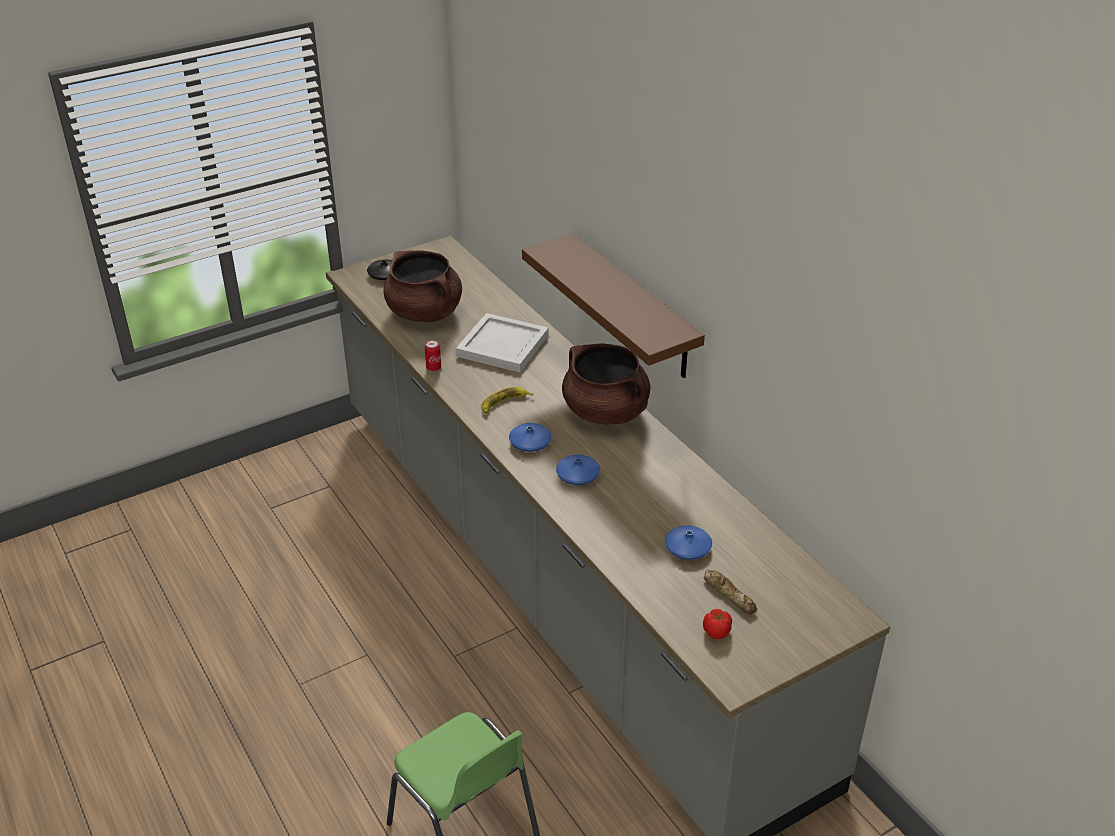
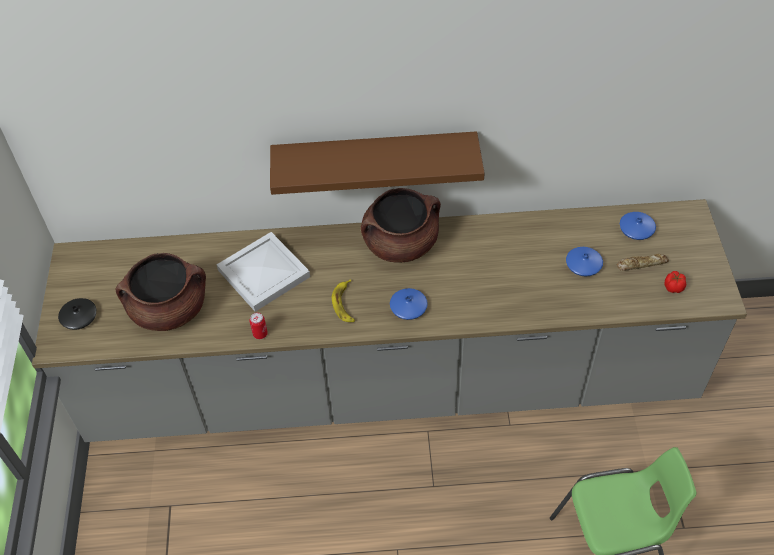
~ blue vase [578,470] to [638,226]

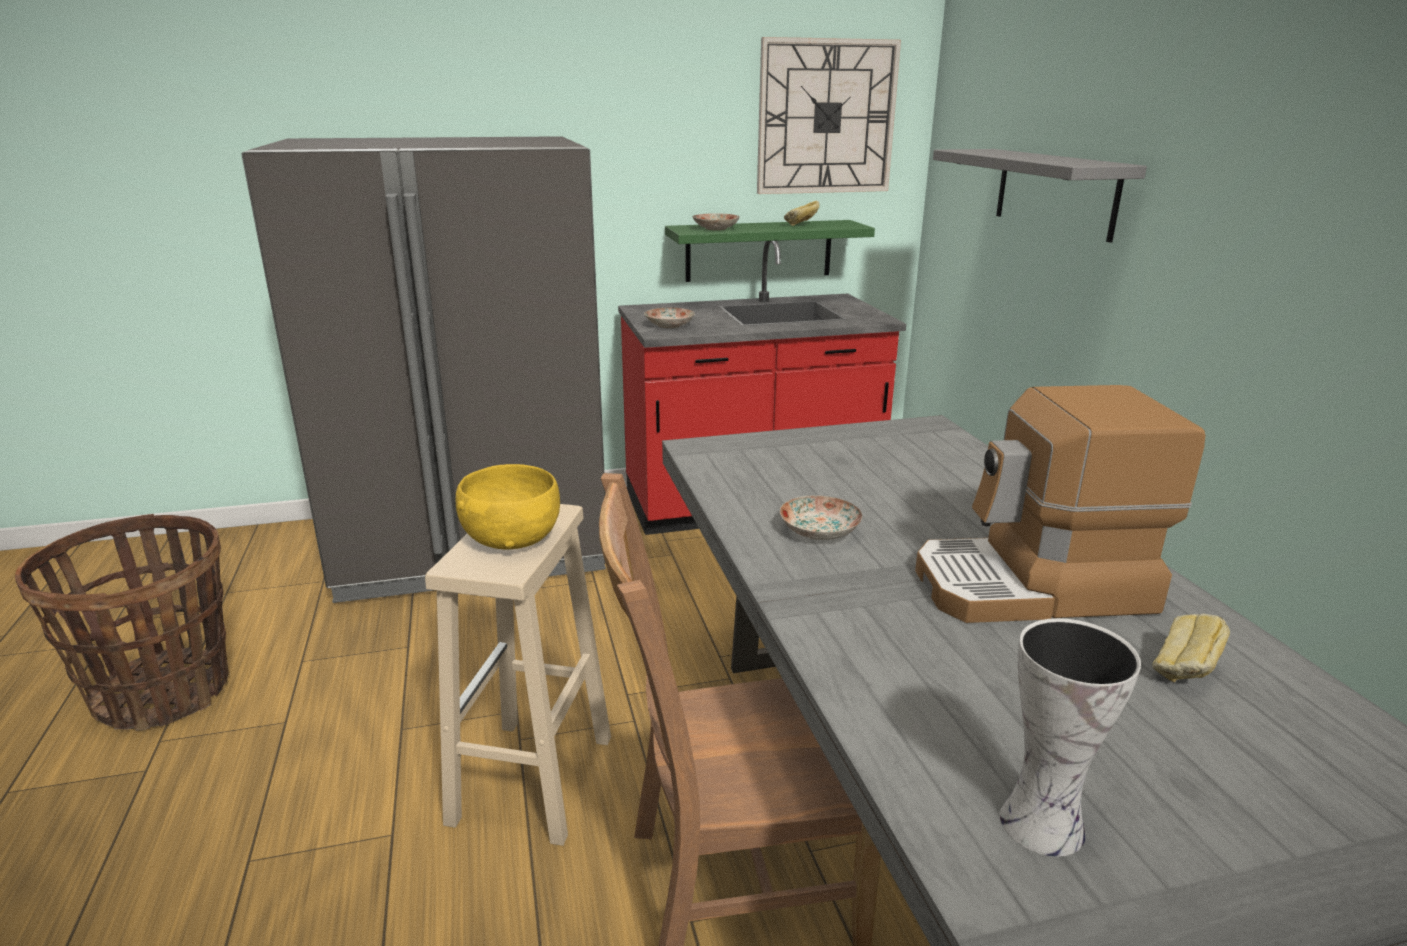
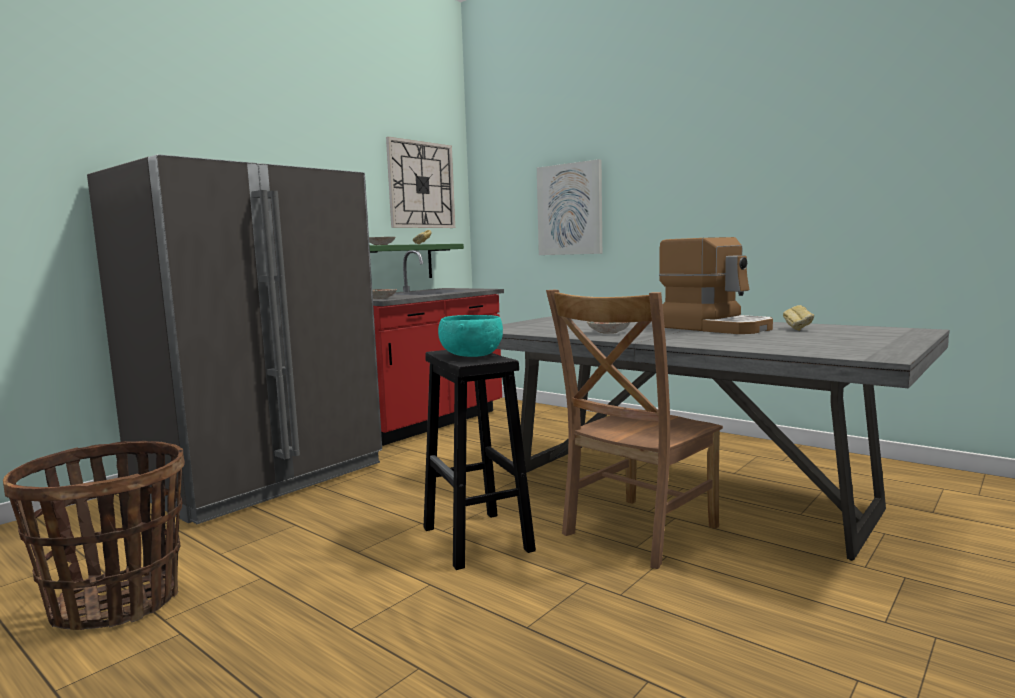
- vase [1070,737]
~ grey shelf [1040,196] to picture [569,207]
~ beige stool [518,675] to black stool [479,460]
~ yellow bowl [508,507] to turquoise bowl [470,336]
~ coffee machine [1060,504] = [716,285] 90 degrees counterclockwise

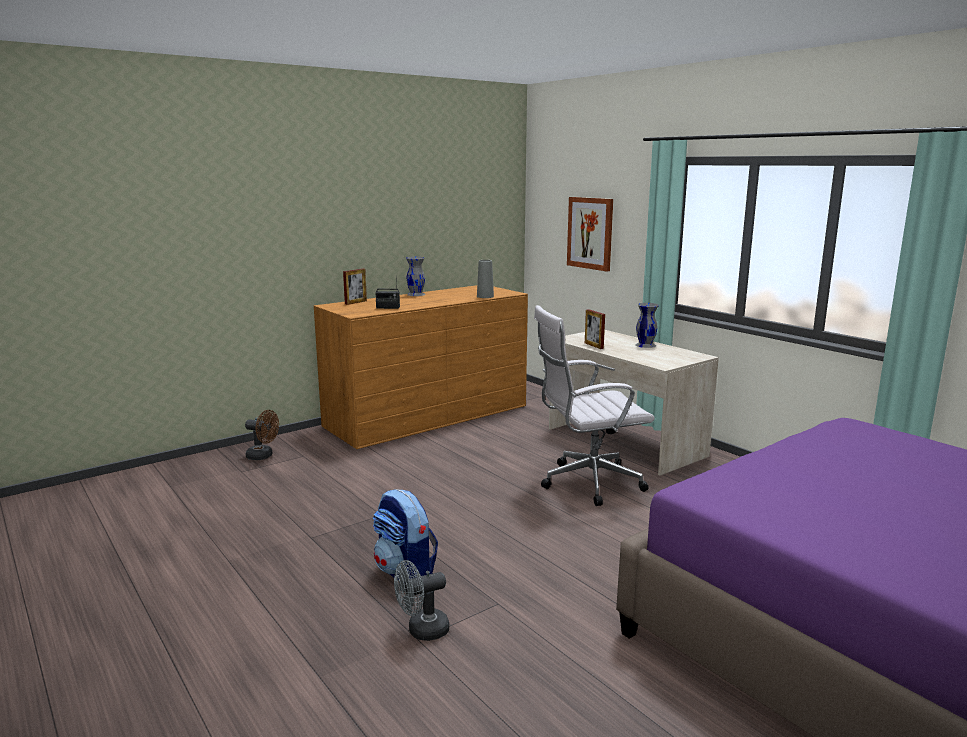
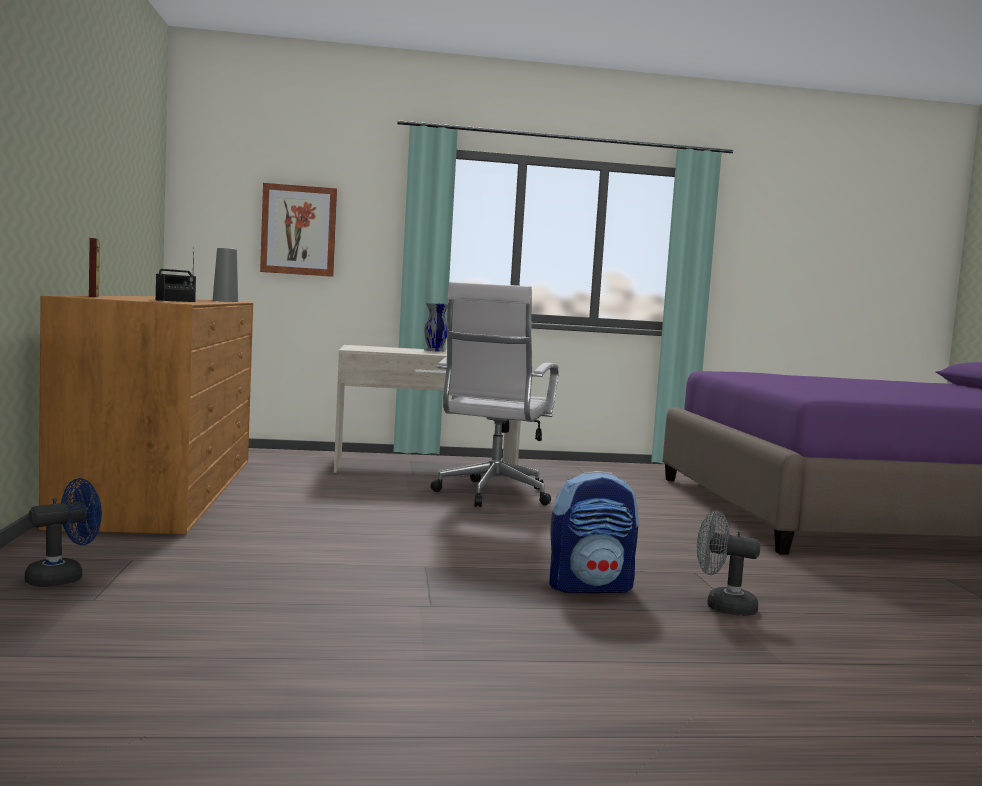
- grey vase [415,276]
- picture frame [595,329]
~ brown fan [262,435] to blue fan [63,532]
~ grey fan [421,600] = [729,563] 105 degrees clockwise

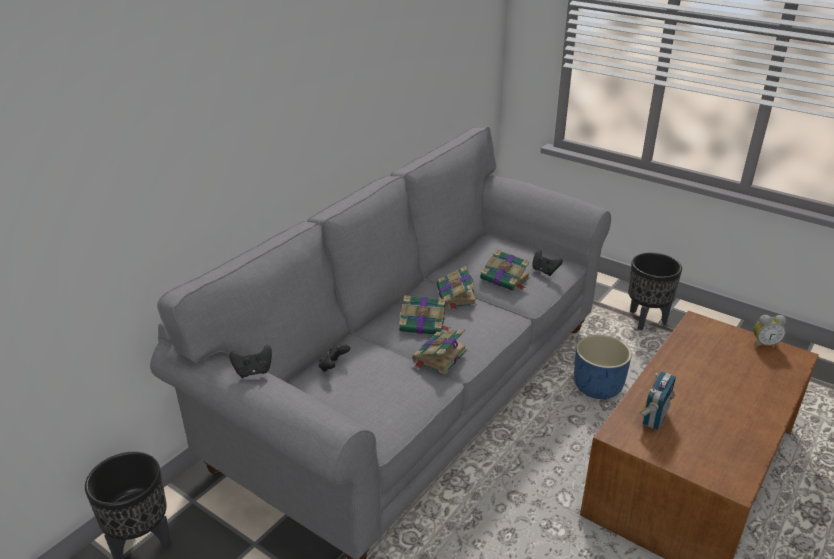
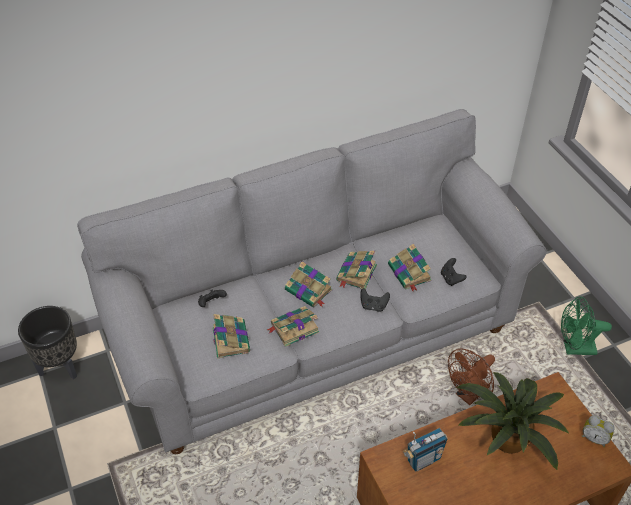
+ book [231,336]
+ potted plant [512,421]
~ black game controller [250,361] to [375,300]
~ blue planter [603,367] to brown fan [471,376]
~ black planter [655,292] to green fan [586,325]

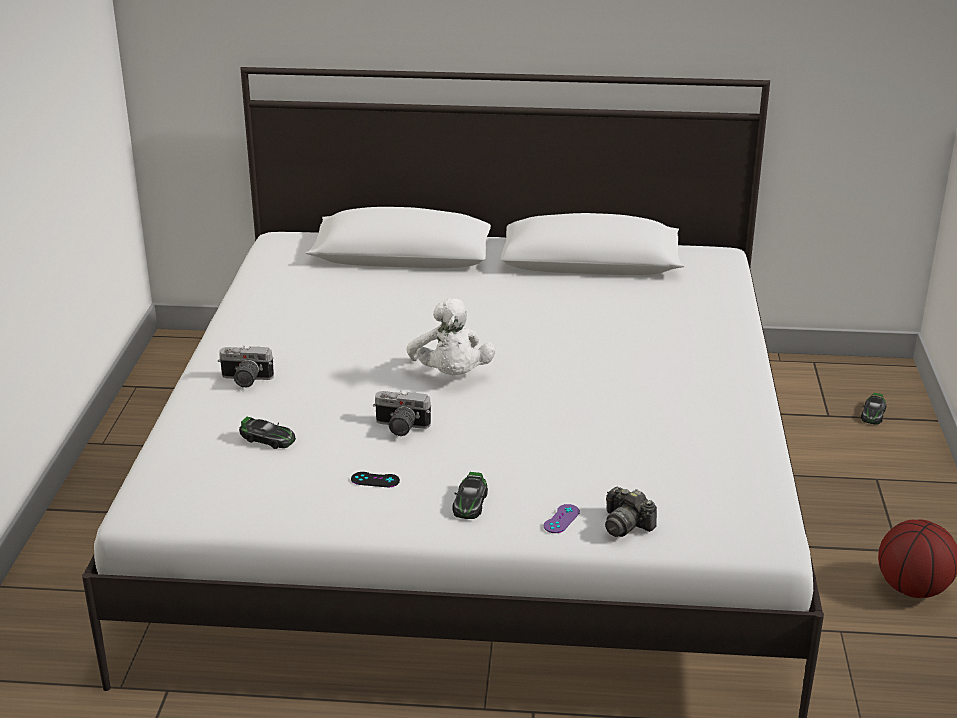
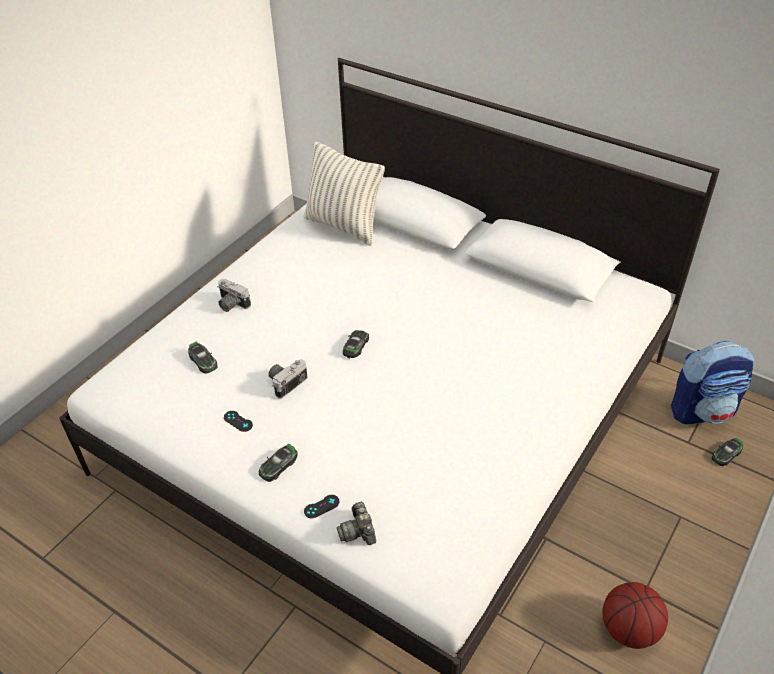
+ pillow [344,193]
+ backpack [712,382]
~ white plush toy [450,337] to toy car [356,344]
~ purple game controller [562,518] to black game controller [321,507]
~ photo camera [402,413] = [288,379] 90 degrees clockwise

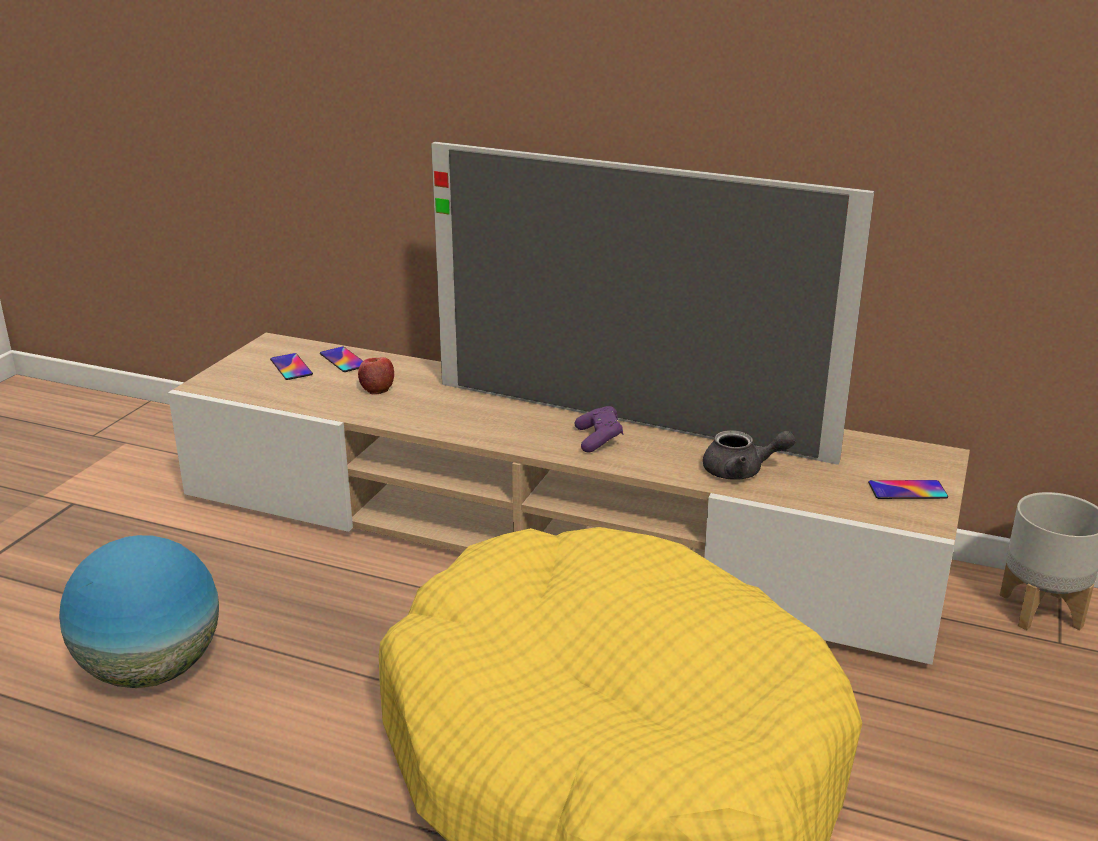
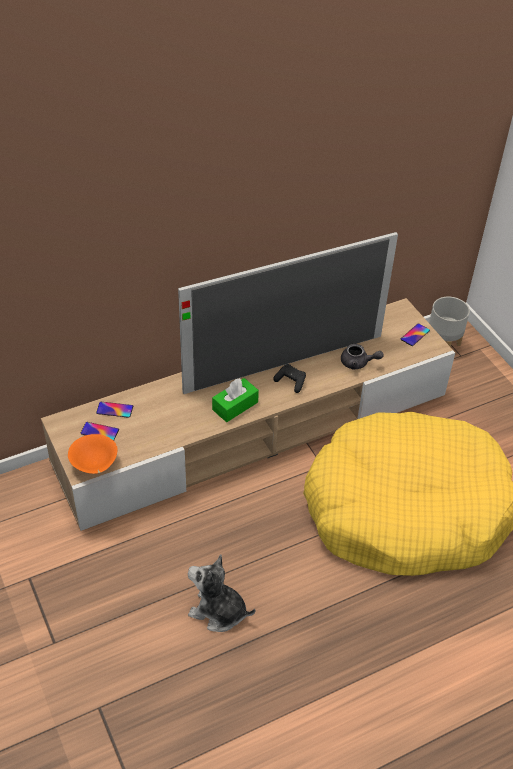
- apple [376,376]
+ orange bowl [93,454]
+ green tissue box [235,400]
~ globe [139,611] to plush toy [221,593]
~ purple game controller [599,429] to black game controller [290,378]
~ grey teapot [749,455] = [362,357] 60 degrees clockwise

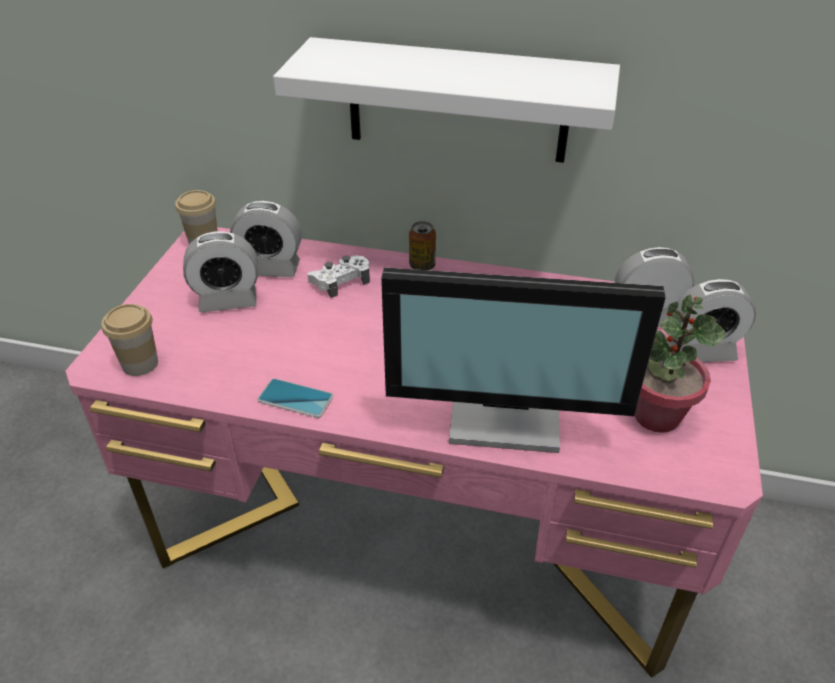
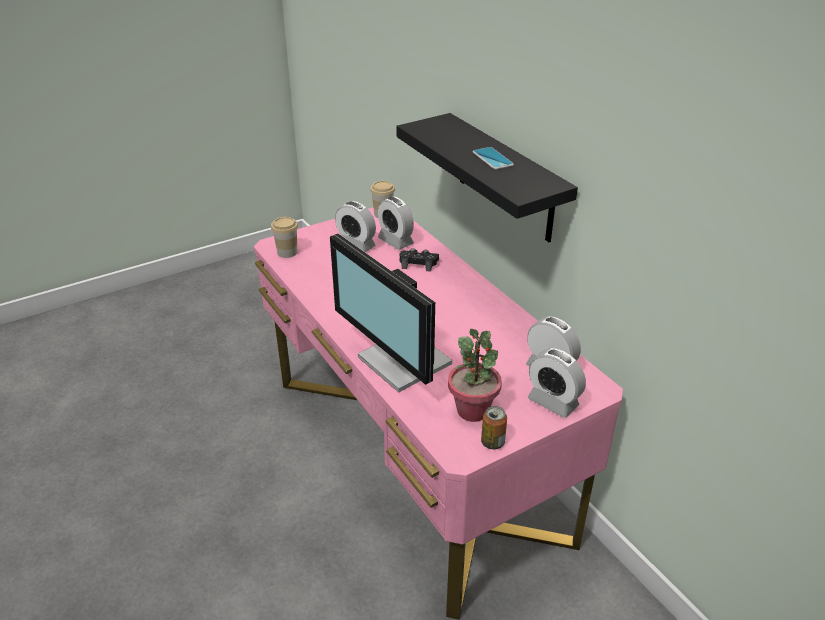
~ phone [295,398] to [493,158]
~ can [422,245] to [494,428]
~ white shelf [446,100] to black shelf [487,177]
~ white game controller [338,276] to black game controller [419,260]

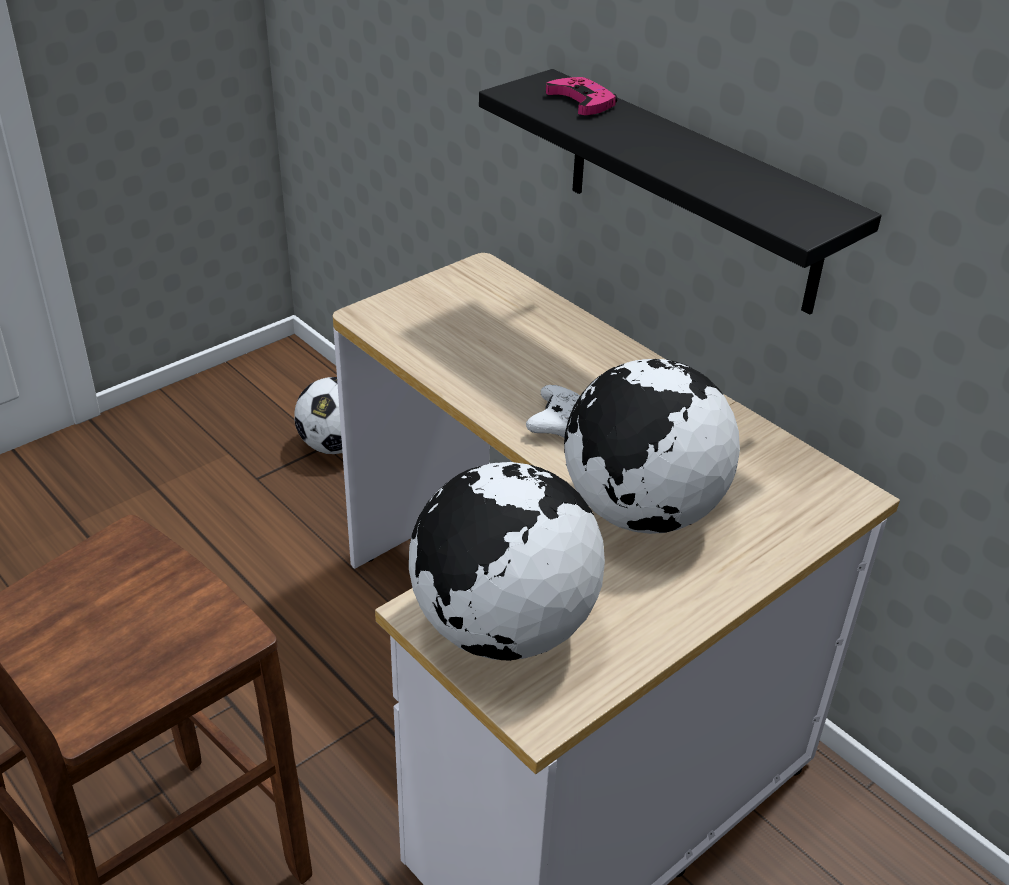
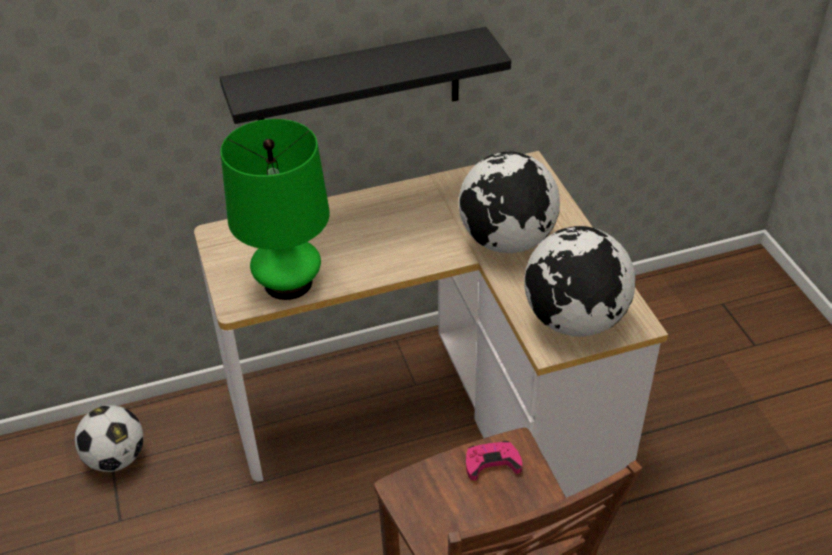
- white game controller [553,411]
+ green table lamp [275,209]
~ pink game controller [581,96] to [494,460]

